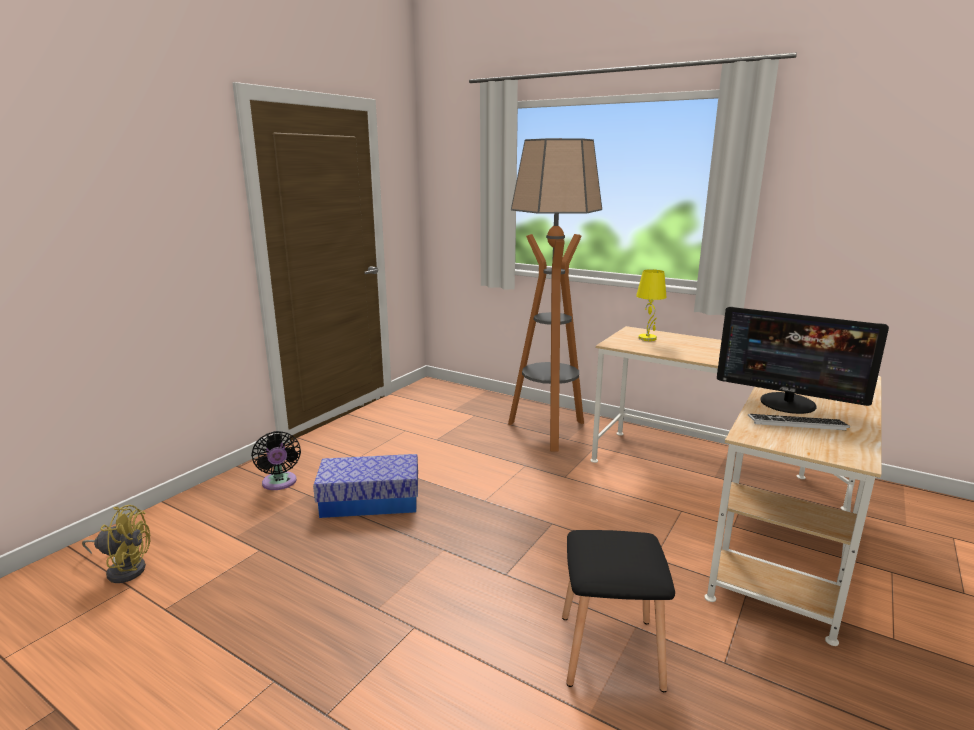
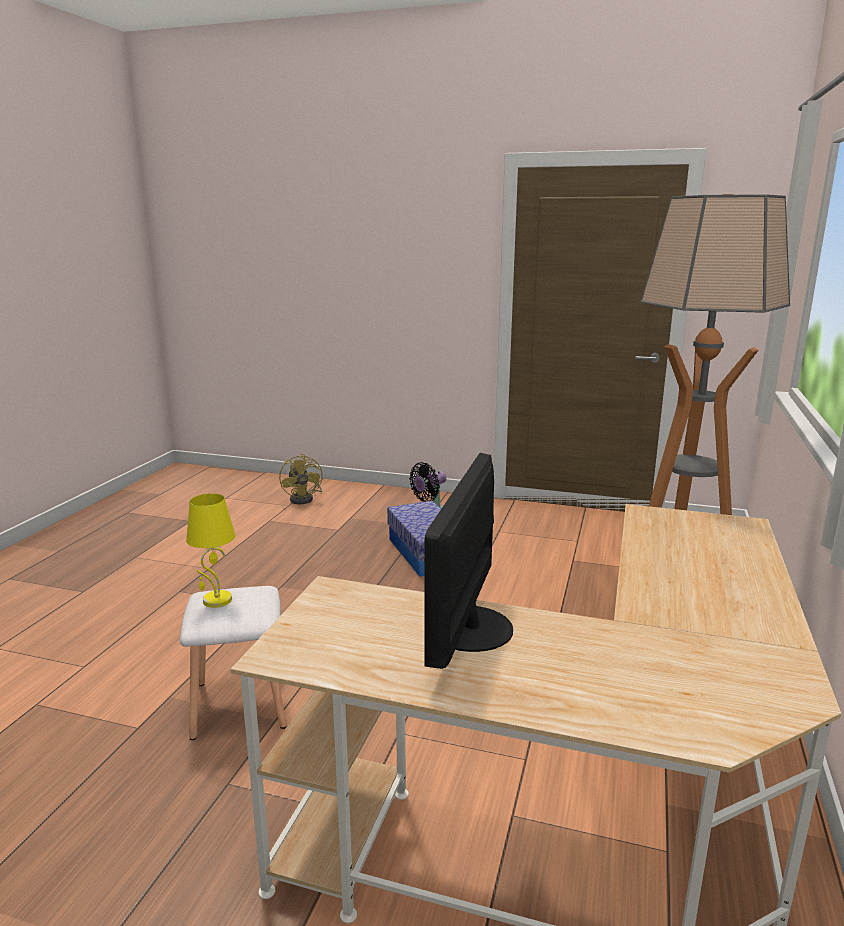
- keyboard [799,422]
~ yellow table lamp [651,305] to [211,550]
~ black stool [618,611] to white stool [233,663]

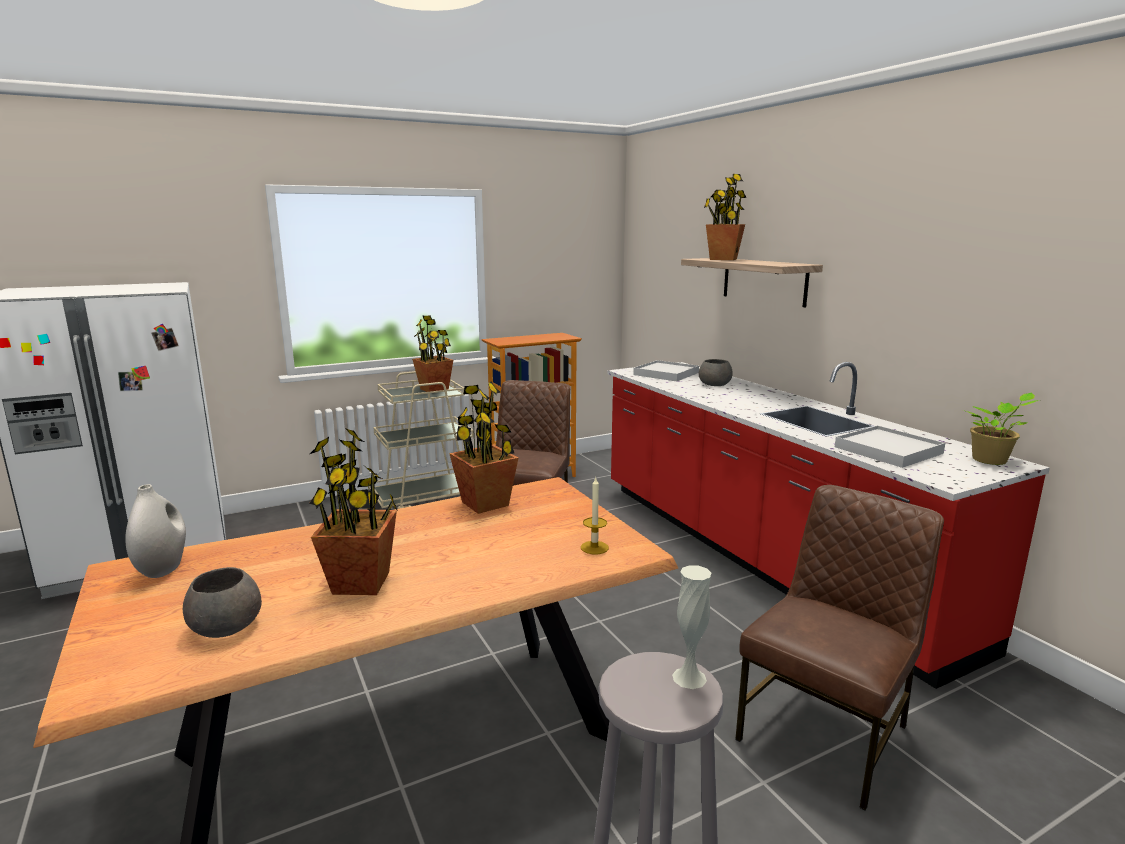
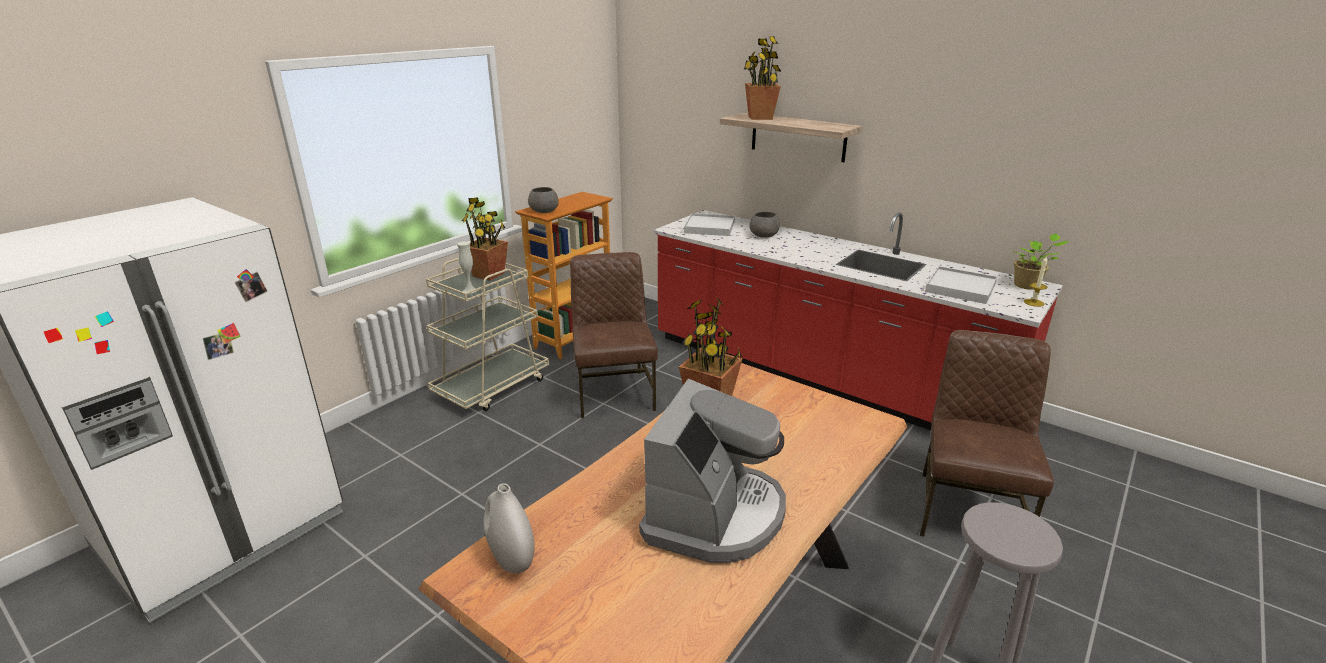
~ grey bowl [222,602] to [543,200]
~ candle [595,516] to [1036,281]
~ white vase [691,627] to [466,267]
~ potted plant [353,511] to coffee machine [712,471]

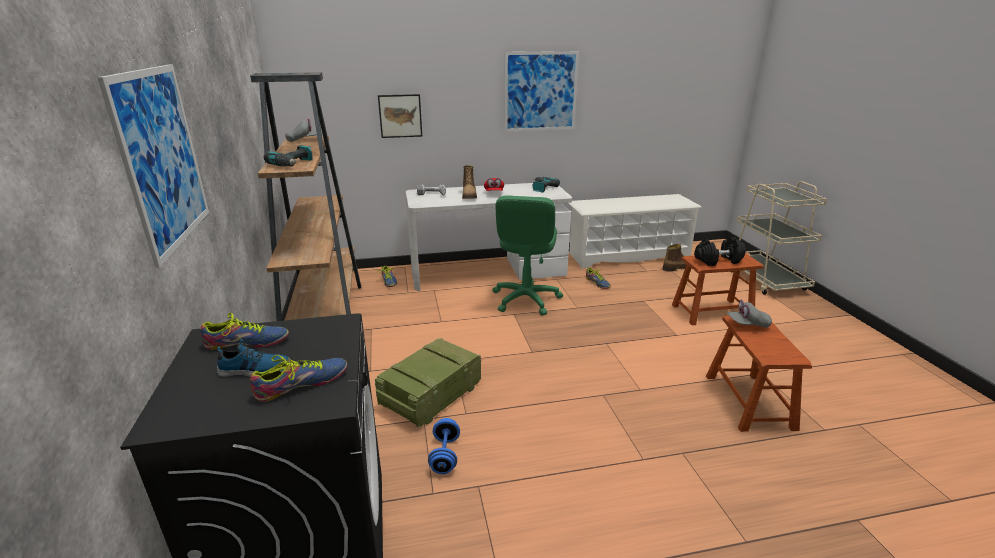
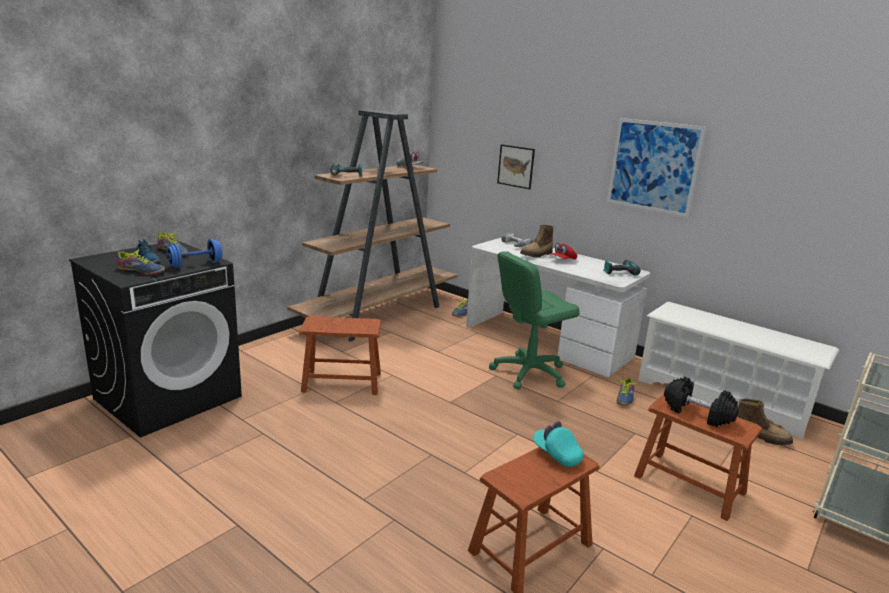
- picture [153,166]
~ blue dumbbell [444,446] to [194,253]
~ crate [428,382] to brown stool [340,355]
~ grey cap [749,314] to turquoise cap [558,444]

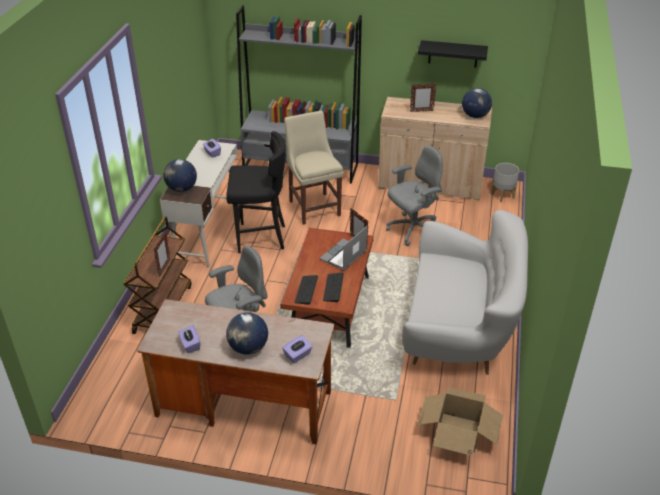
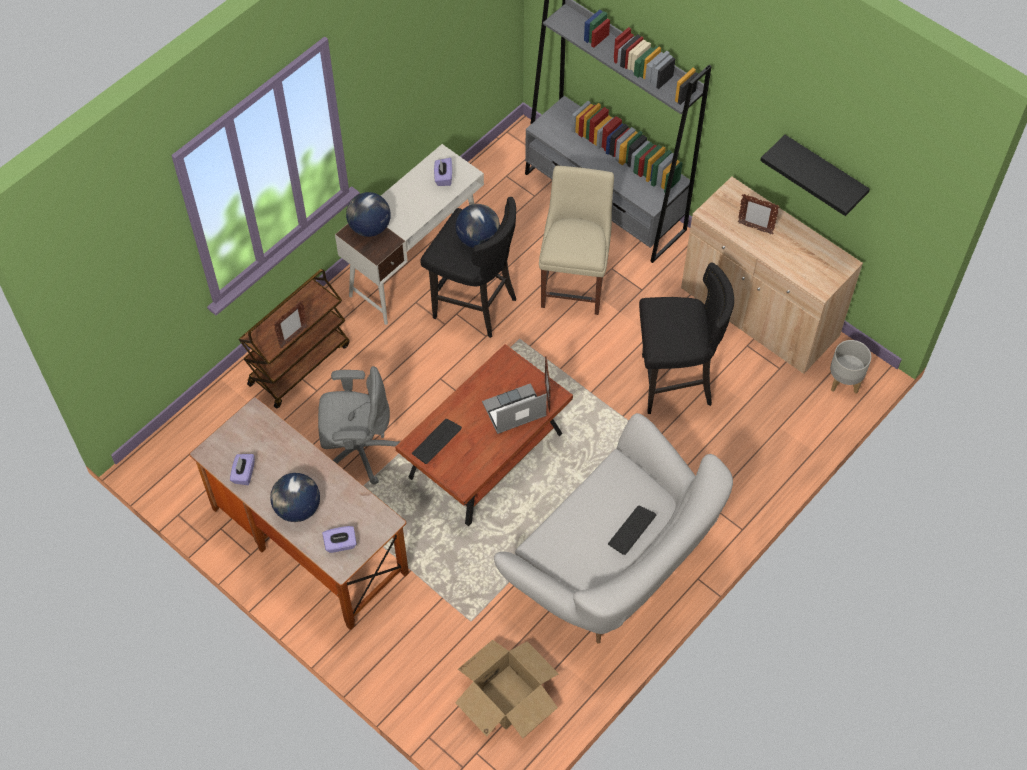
~ keyboard [333,287] to [632,530]
~ globe [477,103] to [478,226]
~ grey office chair [414,196] to black stool [686,338]

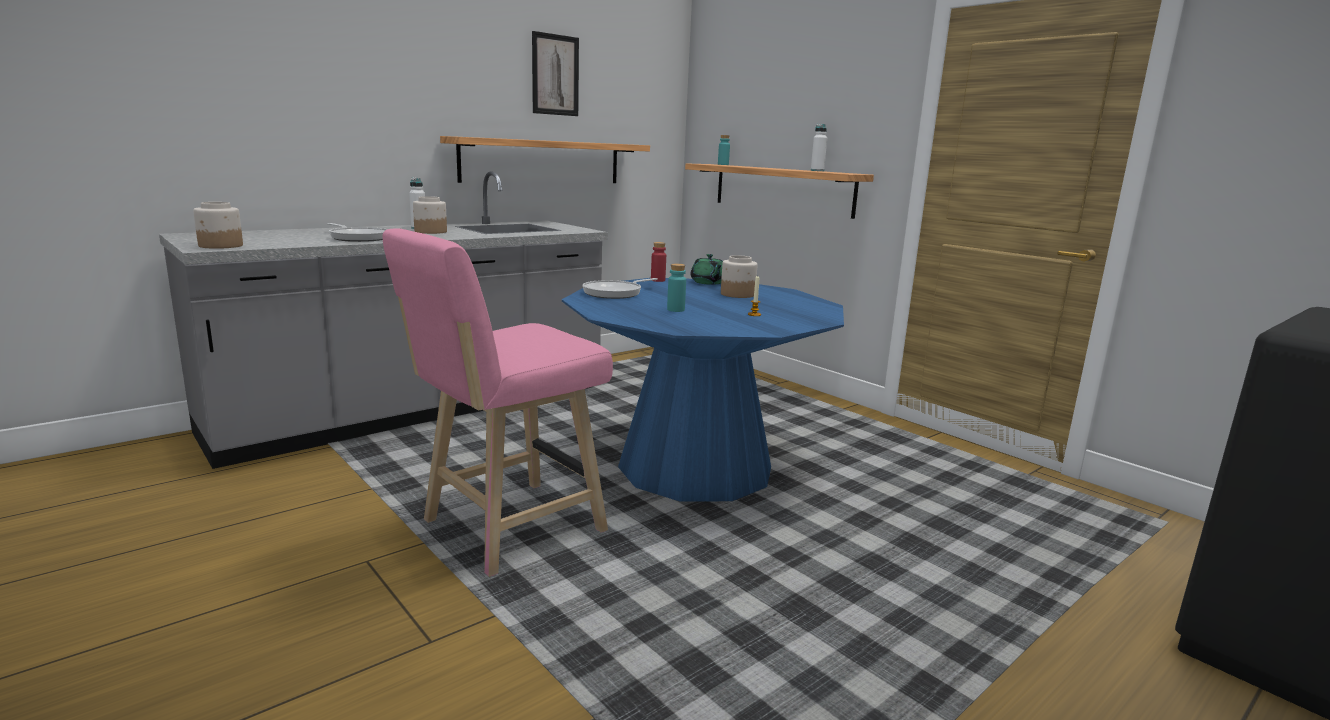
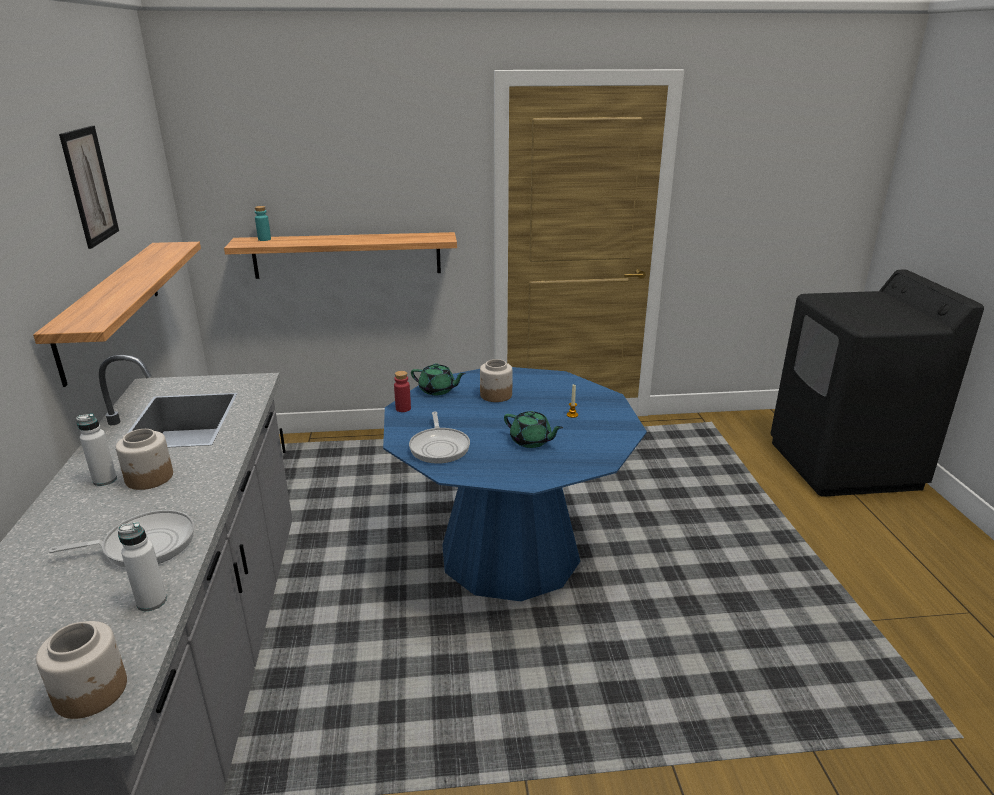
- pink stool [498,403]
~ white bottle [819,147] to [142,567]
~ turquoise bottle [676,288] to green teapot [533,429]

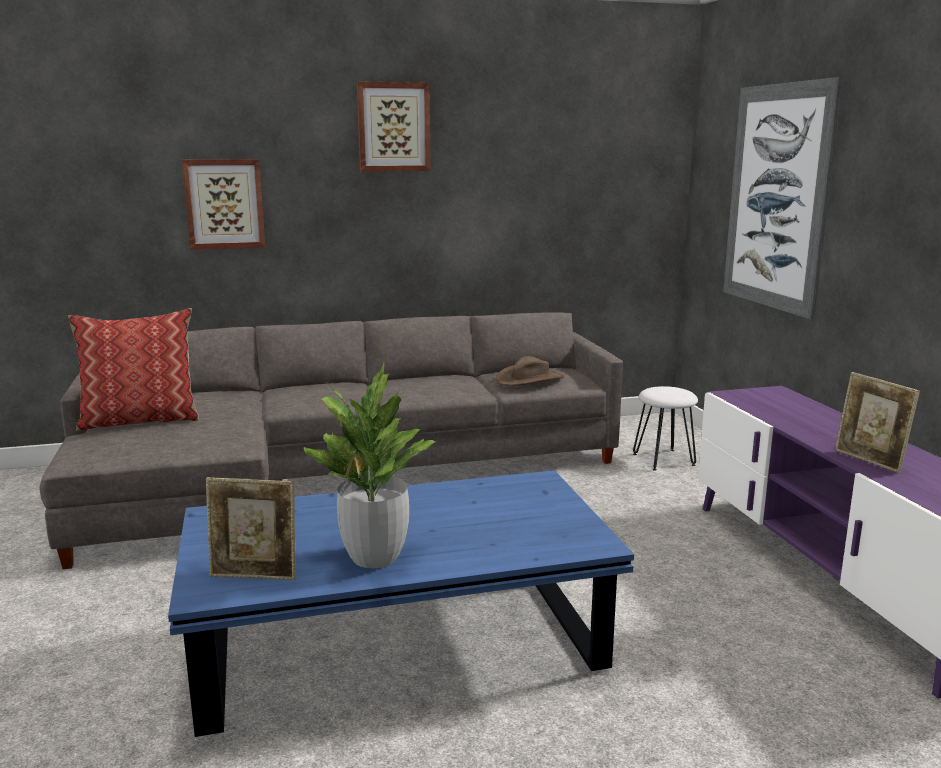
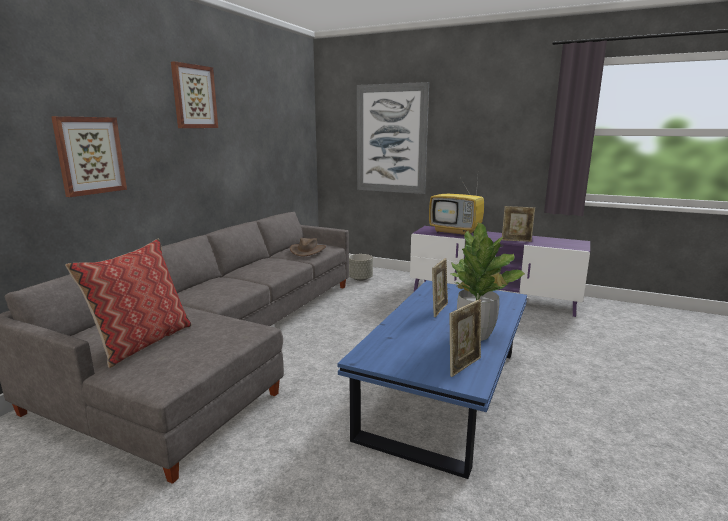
+ television [456,205]
+ picture frame [440,287]
~ white stool [665,428] to grey planter [361,267]

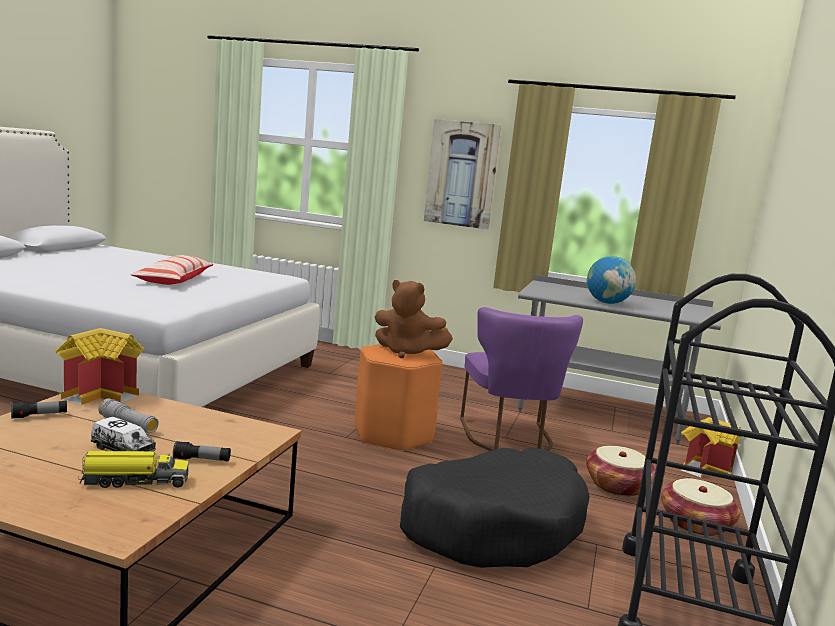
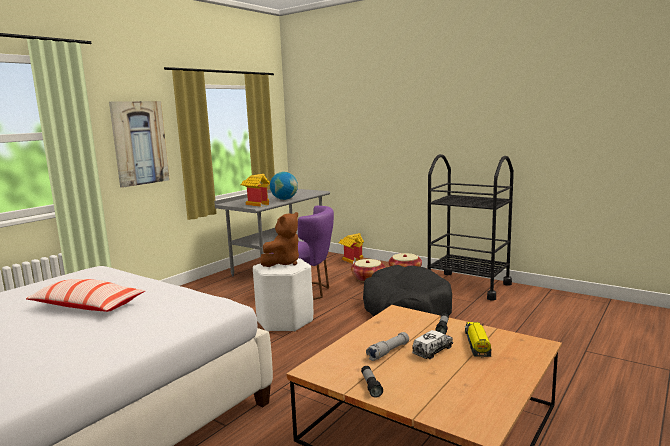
~ toy house [99,366] to [255,190]
~ orange stool [399,398] to white stool [283,295]

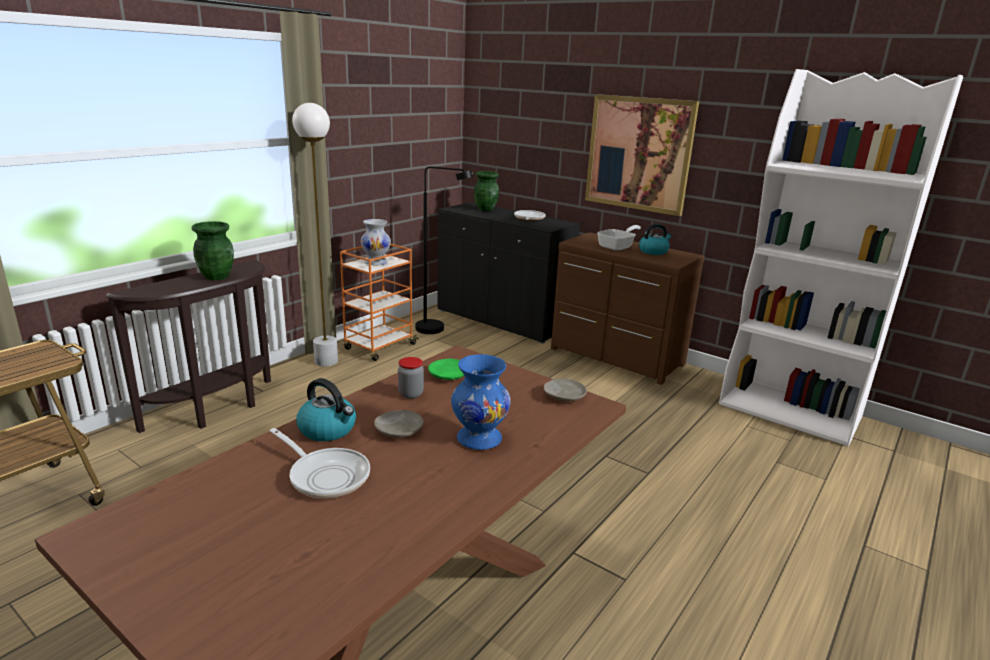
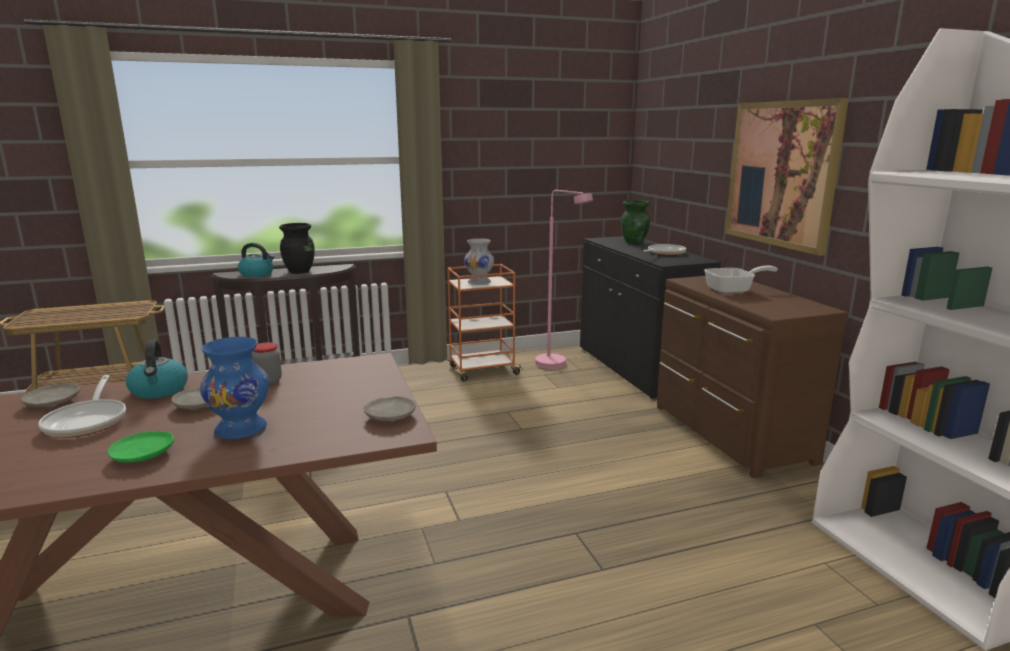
- white floor lamp [315,235]
+ beige plate [50,395]
~ green plate [446,369] to [140,447]
~ kettle [655,239] to [256,260]
~ green vase [213,250] to black vase [297,248]
~ black floor lamp [444,250] to pink floor lamp [564,279]

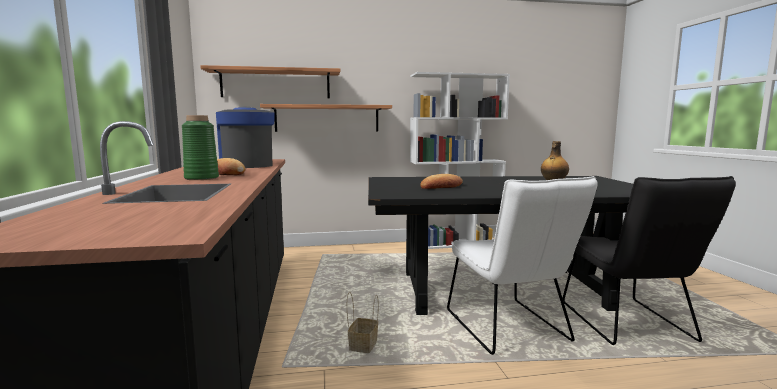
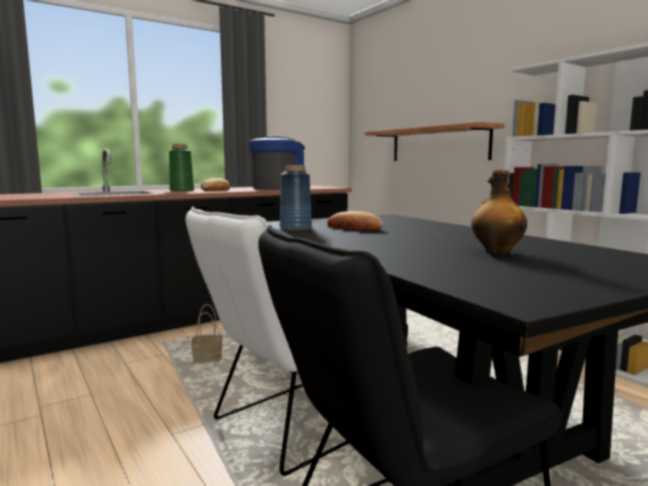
- shelf [270,81]
+ blue vase [296,197]

